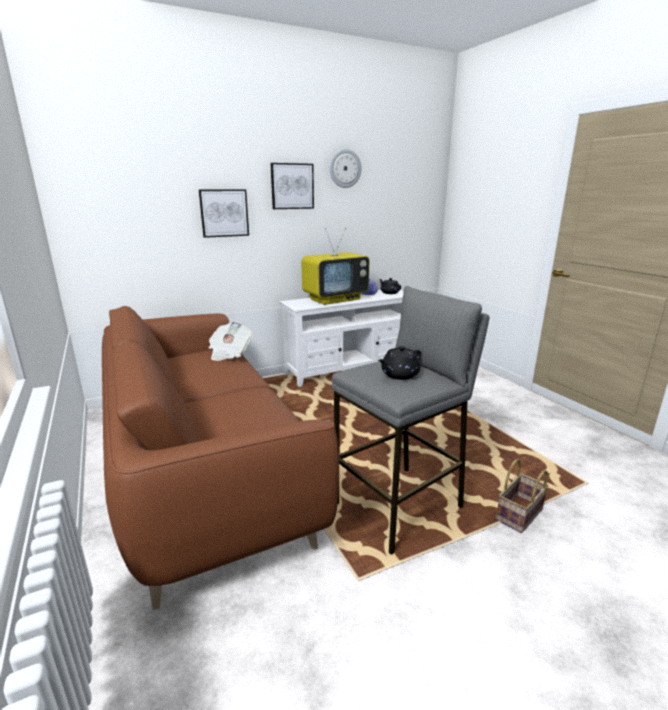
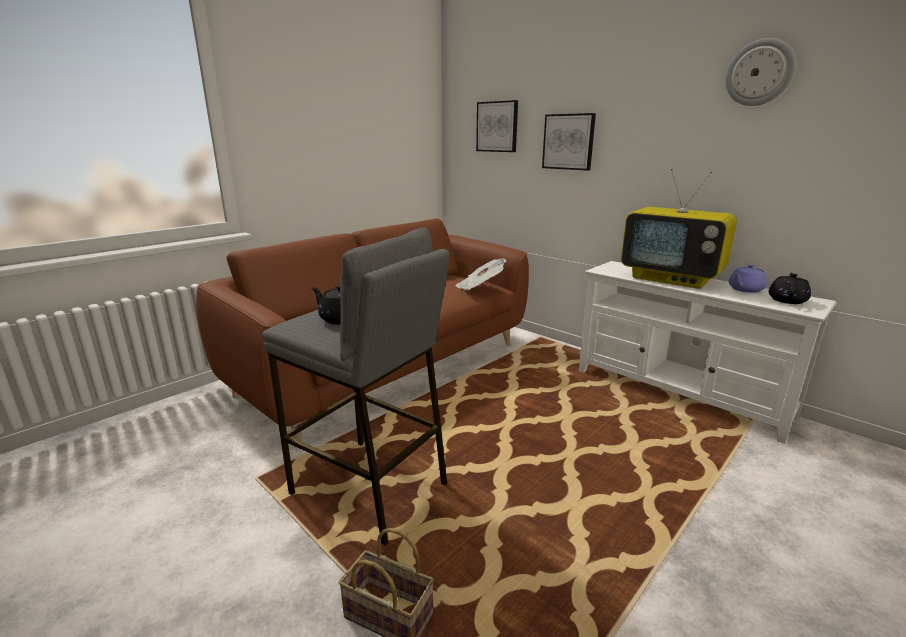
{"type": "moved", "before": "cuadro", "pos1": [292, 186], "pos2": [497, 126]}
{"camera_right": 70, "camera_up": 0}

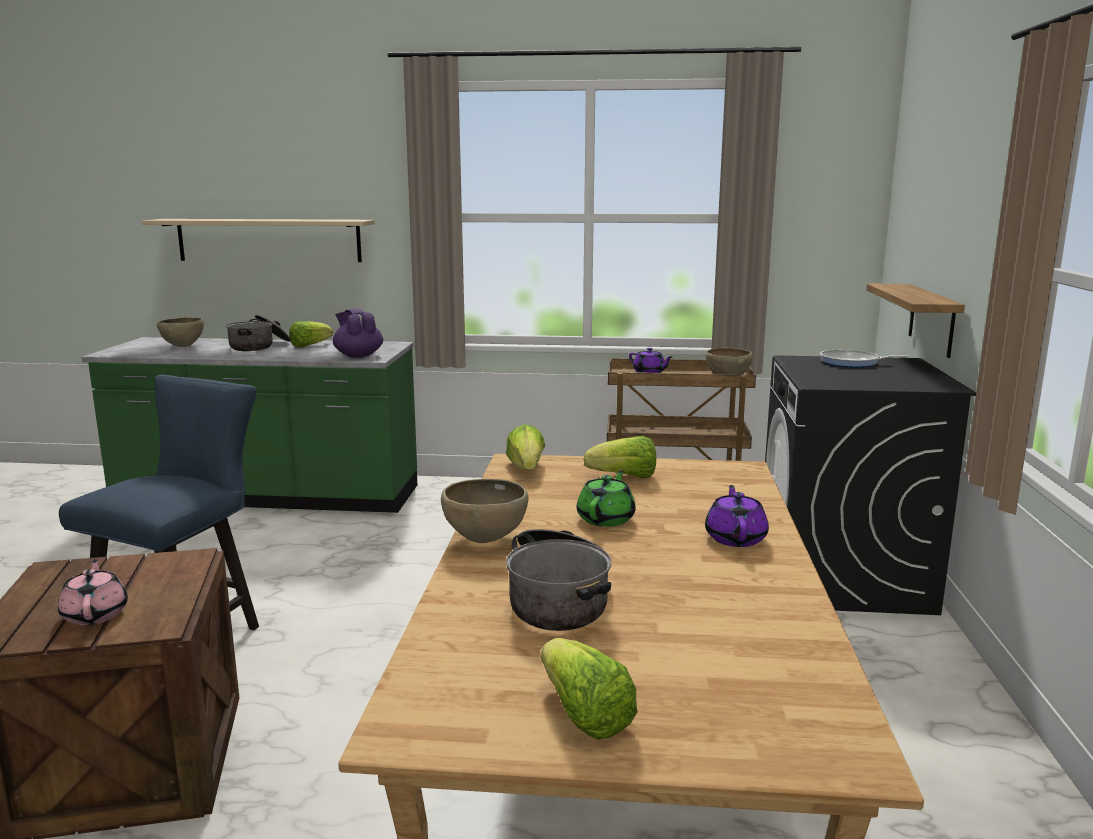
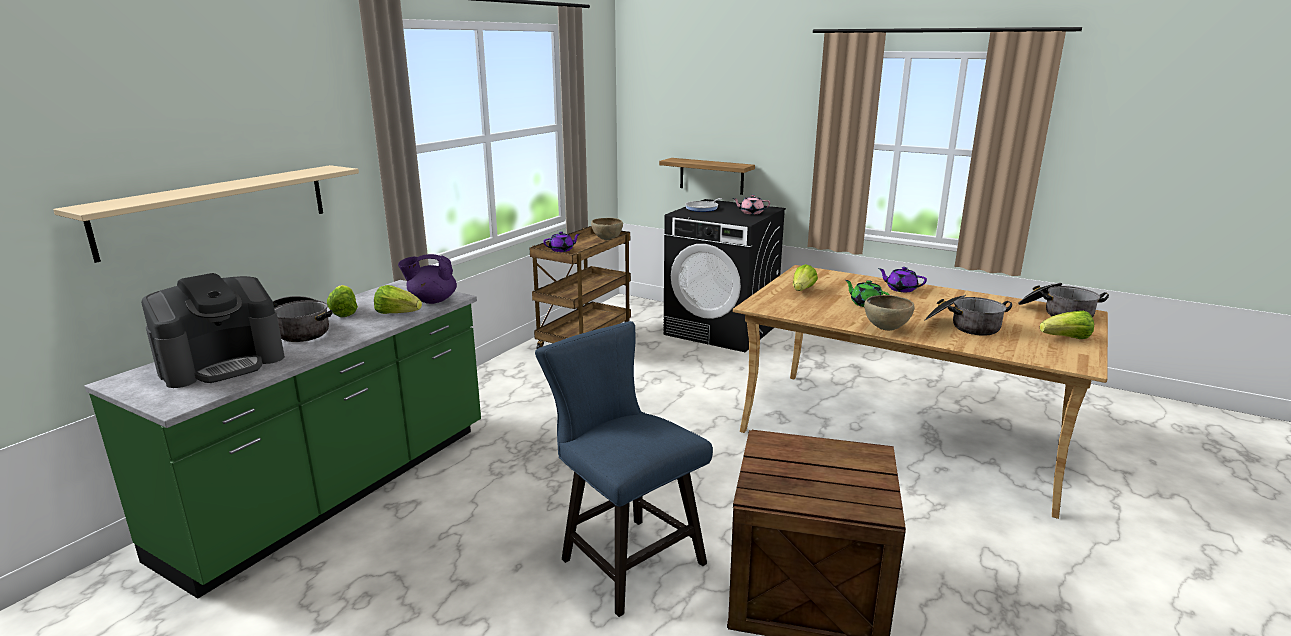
{"type": "replaced", "before": "cuenco/marrón", "after": "cafetera", "pos1": [183, 346], "pos2": [222, 363]}
{"type": "moved", "before": "lechuga", "pos1": [526, 468], "pos2": [397, 313]}
{"type": "moved", "before": "tetera/rosa", "pos1": [95, 614], "pos2": [751, 213]}
{"type": "added", "after": "olla", "pos2": [1057, 313]}
{"camera_right": -65, "camera_up": 5}

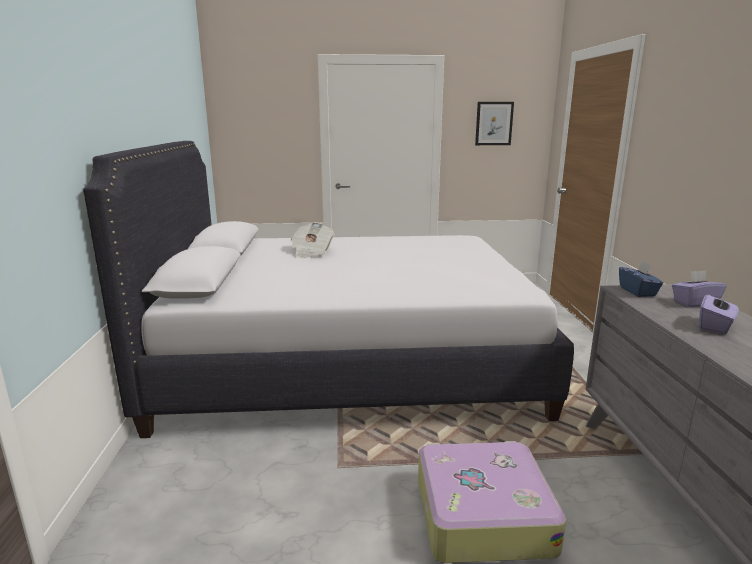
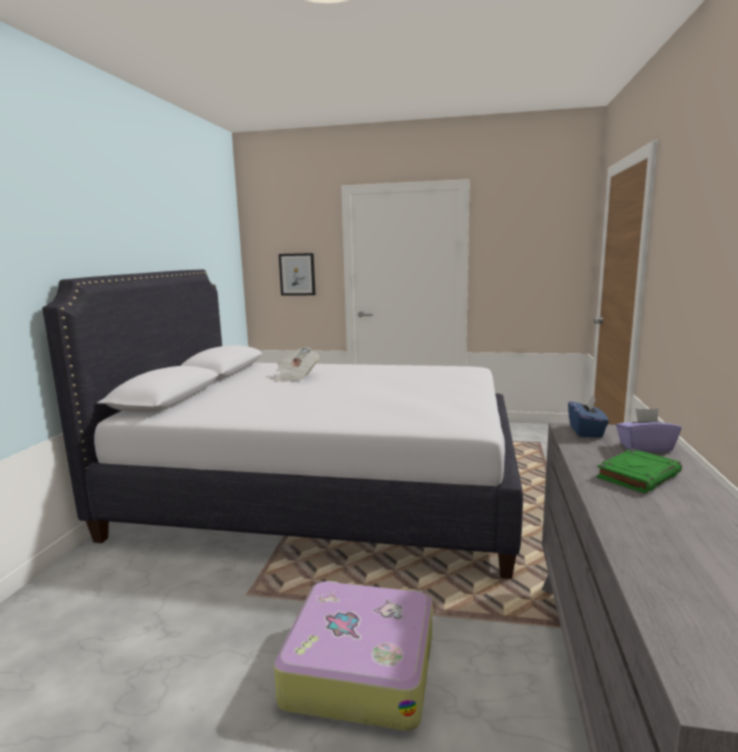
{"type": "moved", "before": "cuadro", "pos1": [494, 123], "pos2": [297, 274]}
{"type": "replaced", "before": "caja de pañuelos/morado", "after": "libro/verde", "pos1": [715, 326], "pos2": [638, 475]}
{"camera_right": 15, "camera_up": -5}

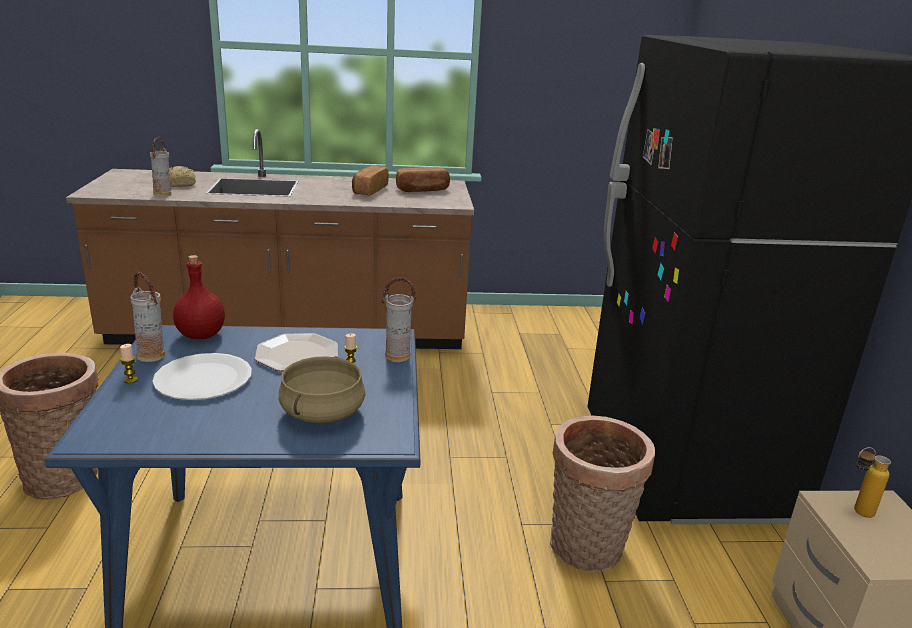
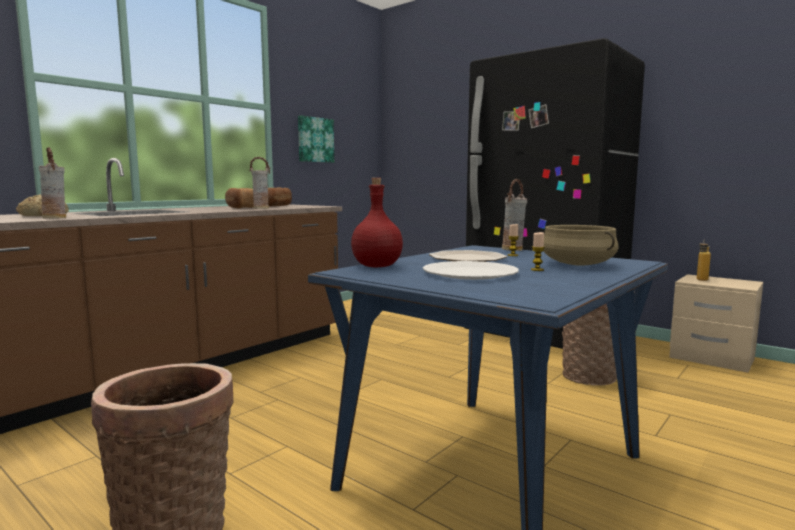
{"type": "moved", "before": "florero", "pos1": [152, 356], "pos2": [261, 209]}
{"type": "moved", "before": "vela", "pos1": [130, 380], "pos2": [537, 270]}
{"type": "added", "after": "cuadro", "pos2": [315, 140]}
{"camera_right": -45, "camera_up": -15}

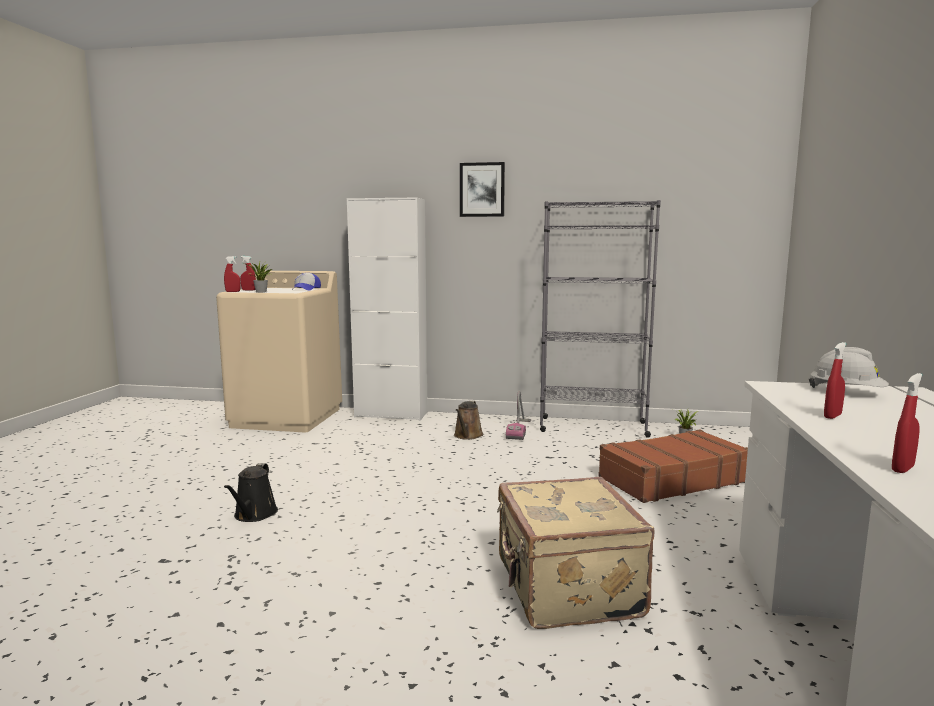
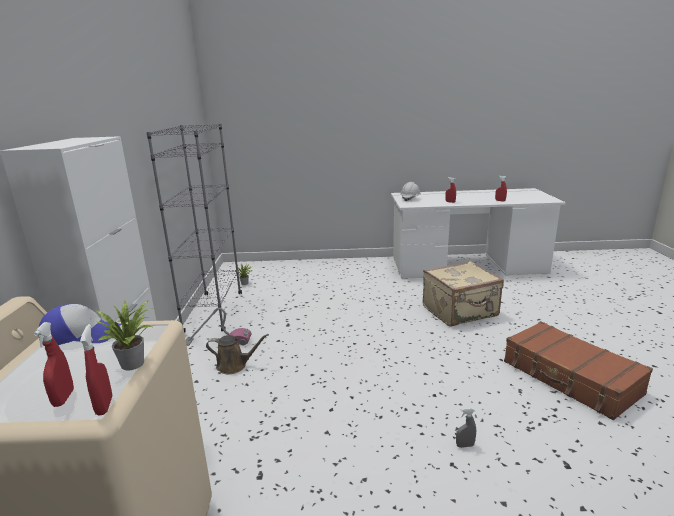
{"type": "removed", "before": "cuadro", "pos1": [482, 190]}
{"type": "moved", "before": "maleta/marrón", "pos1": [671, 479], "pos2": [570, 378]}
{"type": "replaced", "before": "regadera/negro", "after": "pulverizador/gris", "pos1": [254, 515], "pos2": [465, 445]}
{"camera_right": -100, "camera_up": 10}

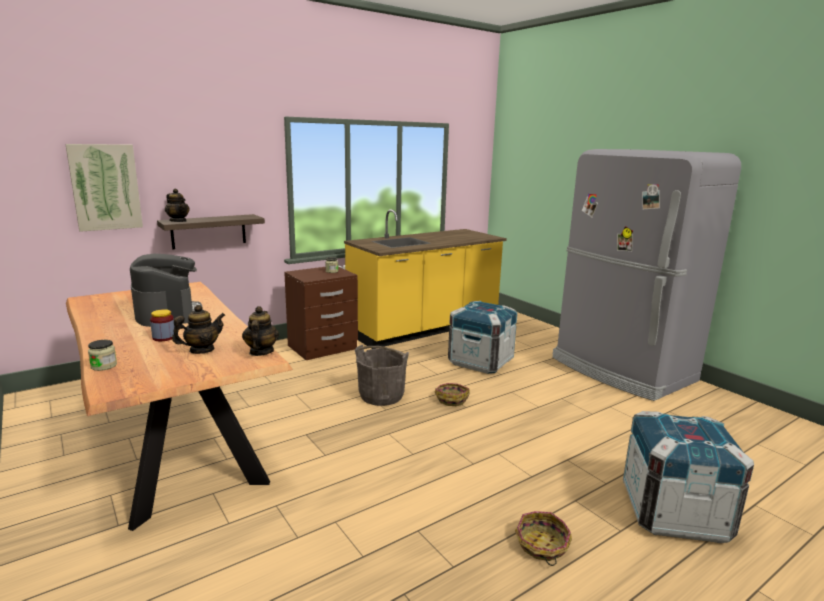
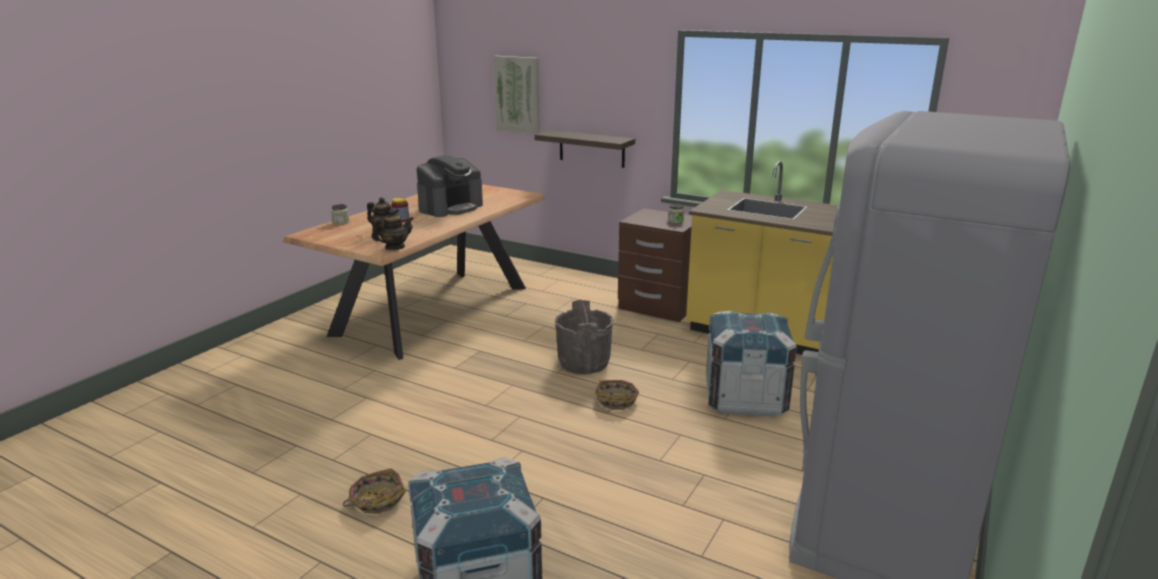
{"type": "removed", "before": "tetera", "pos1": [178, 221]}
{"camera_right": 65, "camera_up": 5}

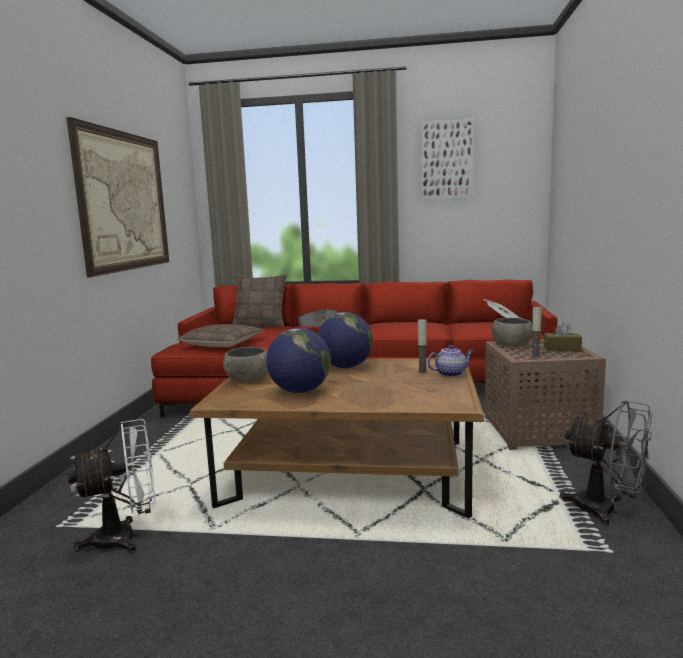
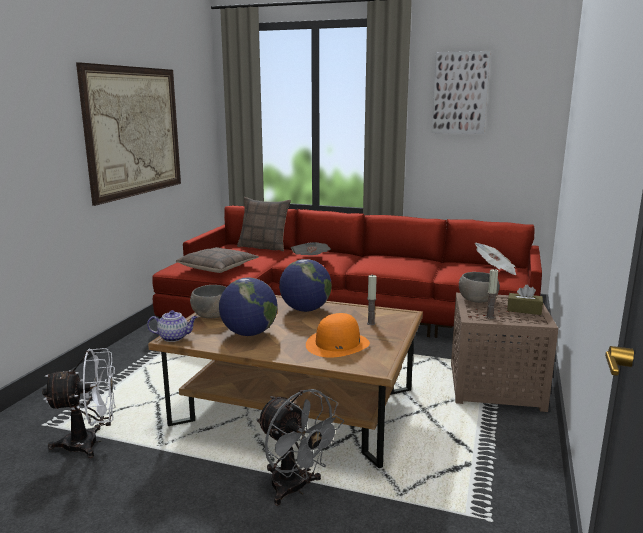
{"type": "moved", "before": "tetera", "pos1": [451, 373], "pos2": [174, 337]}
{"type": "moved", "before": "ventilador/gris", "pos1": [606, 510], "pos2": [295, 489]}
{"type": "added", "after": "sombrero/naranja", "pos2": [337, 344]}
{"camera_right": 10, "camera_up": 5}

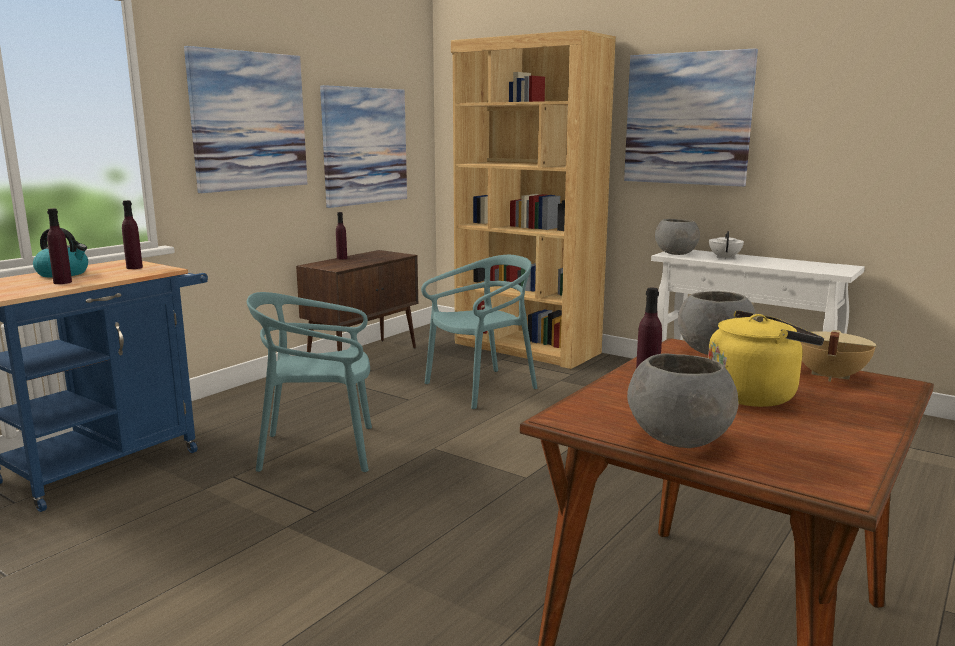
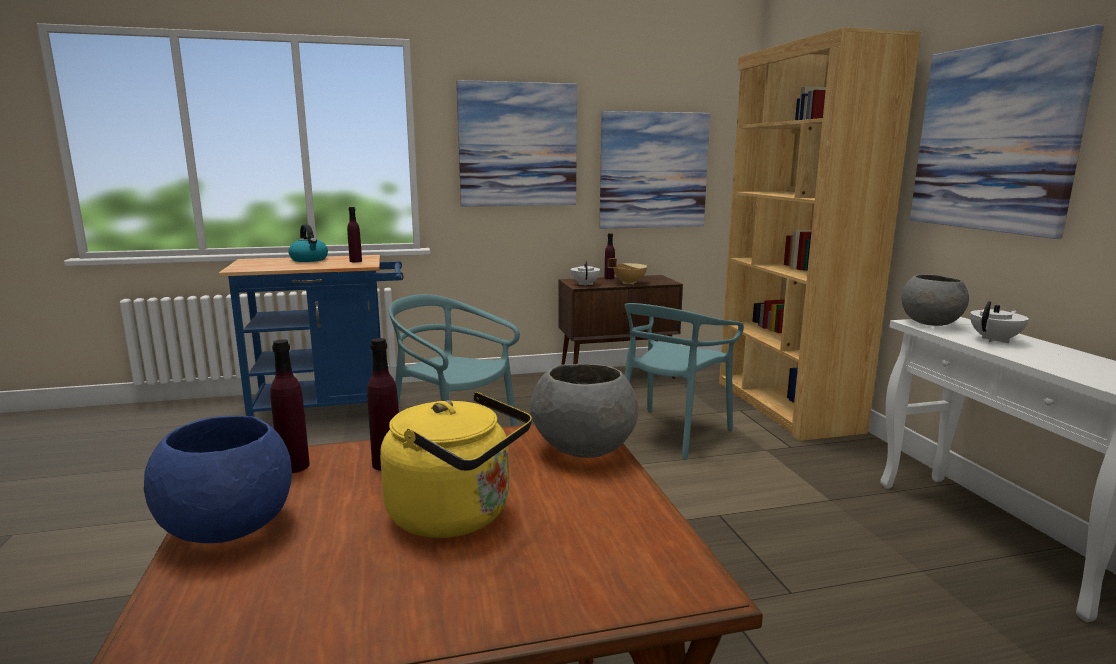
{"type": "moved", "before": "botella/morado", "pos1": [62, 282], "pos2": [294, 466]}
{"type": "turned", "before": "silla/turquesa", "pos1": [481, 388], "pos2": [671, 433], "turn": 120}
{"type": "moved", "before": "olla/beis", "pos1": [828, 376], "pos2": [629, 283]}
{"type": "recoloured", "before": "cuenco/gris", "after": "cuenco/azul", "pos1": [678, 441], "pos2": [228, 528]}
{"type": "added", "after": "tetera/blanco", "pos2": [585, 284]}
{"camera_right": 40, "camera_up": 0}

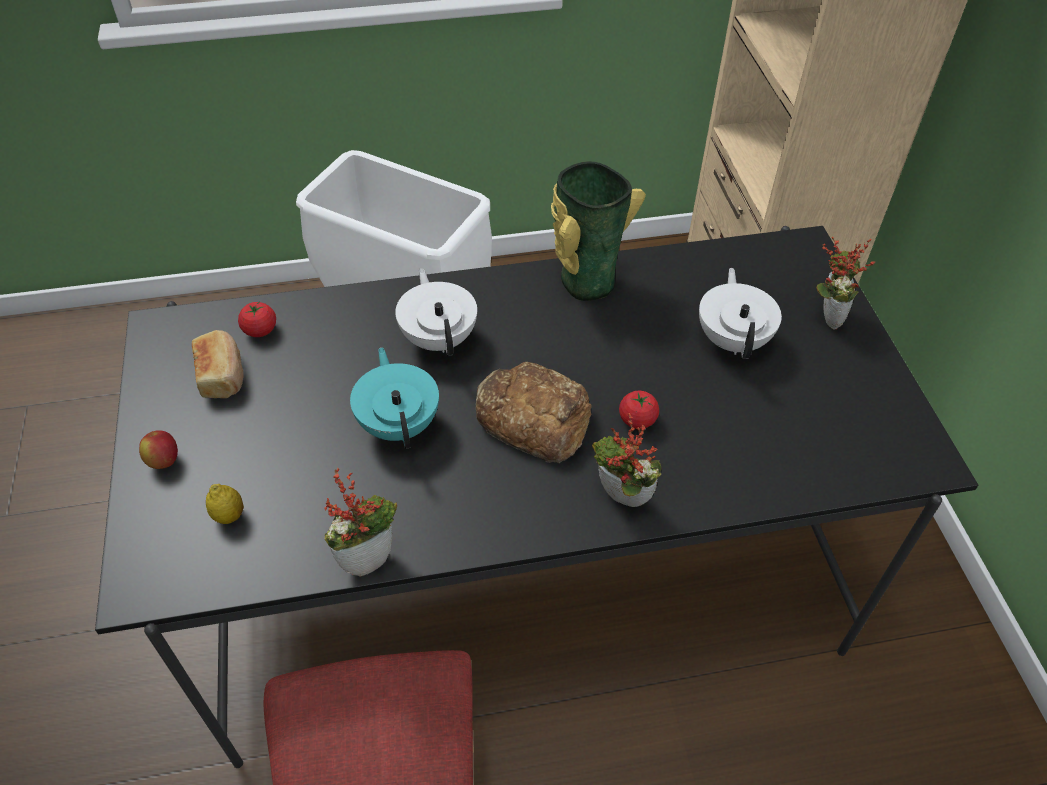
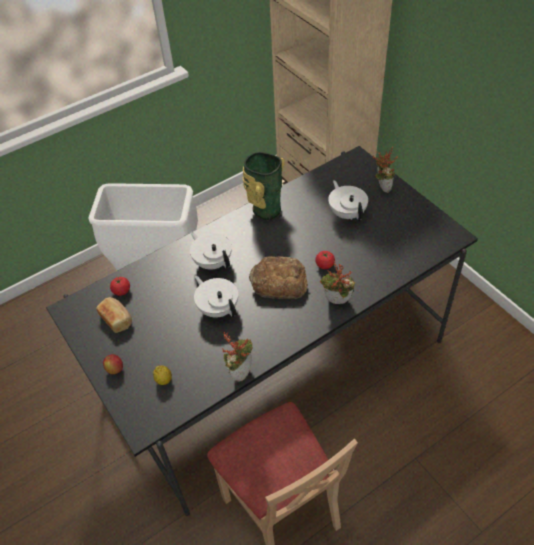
{"type": "recoloured", "before": "tetera/turquesa", "after": "tetera/blanco", "pos1": [399, 423], "pos2": [218, 308]}
{"camera_right": -20, "camera_up": 0}

